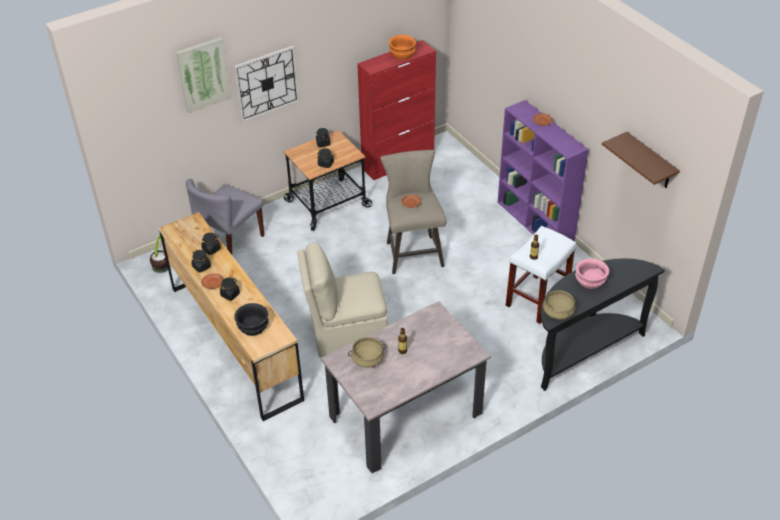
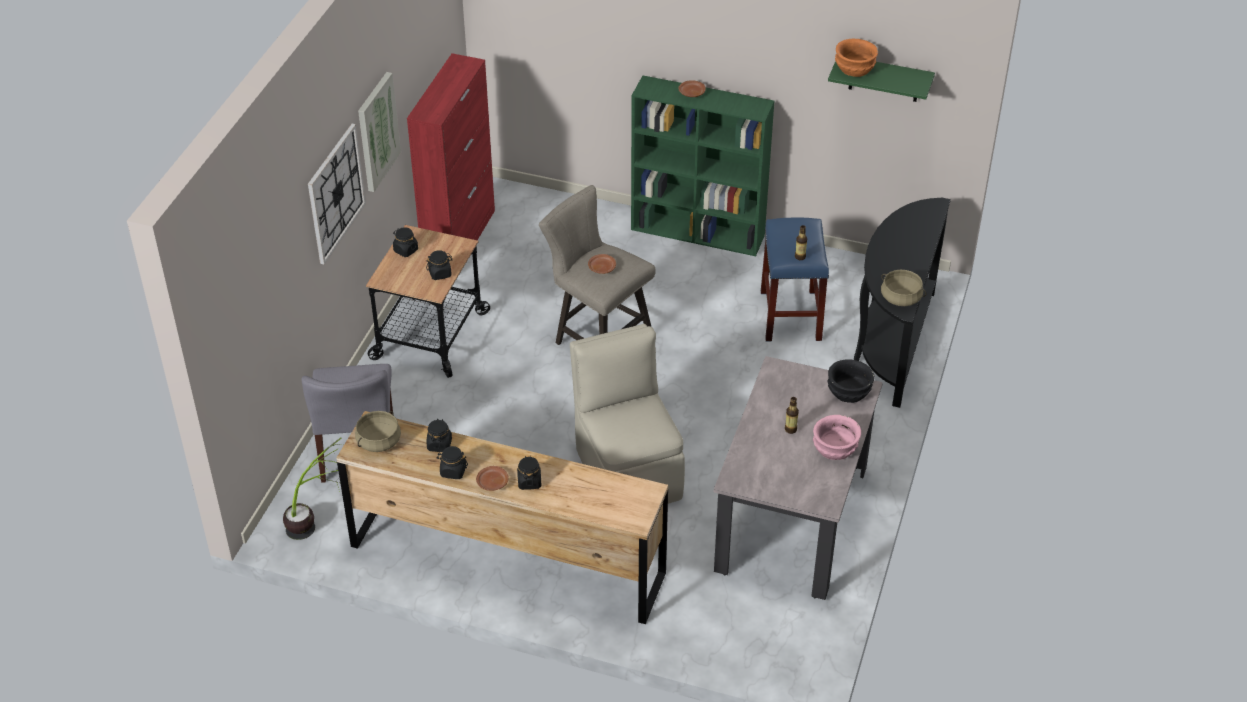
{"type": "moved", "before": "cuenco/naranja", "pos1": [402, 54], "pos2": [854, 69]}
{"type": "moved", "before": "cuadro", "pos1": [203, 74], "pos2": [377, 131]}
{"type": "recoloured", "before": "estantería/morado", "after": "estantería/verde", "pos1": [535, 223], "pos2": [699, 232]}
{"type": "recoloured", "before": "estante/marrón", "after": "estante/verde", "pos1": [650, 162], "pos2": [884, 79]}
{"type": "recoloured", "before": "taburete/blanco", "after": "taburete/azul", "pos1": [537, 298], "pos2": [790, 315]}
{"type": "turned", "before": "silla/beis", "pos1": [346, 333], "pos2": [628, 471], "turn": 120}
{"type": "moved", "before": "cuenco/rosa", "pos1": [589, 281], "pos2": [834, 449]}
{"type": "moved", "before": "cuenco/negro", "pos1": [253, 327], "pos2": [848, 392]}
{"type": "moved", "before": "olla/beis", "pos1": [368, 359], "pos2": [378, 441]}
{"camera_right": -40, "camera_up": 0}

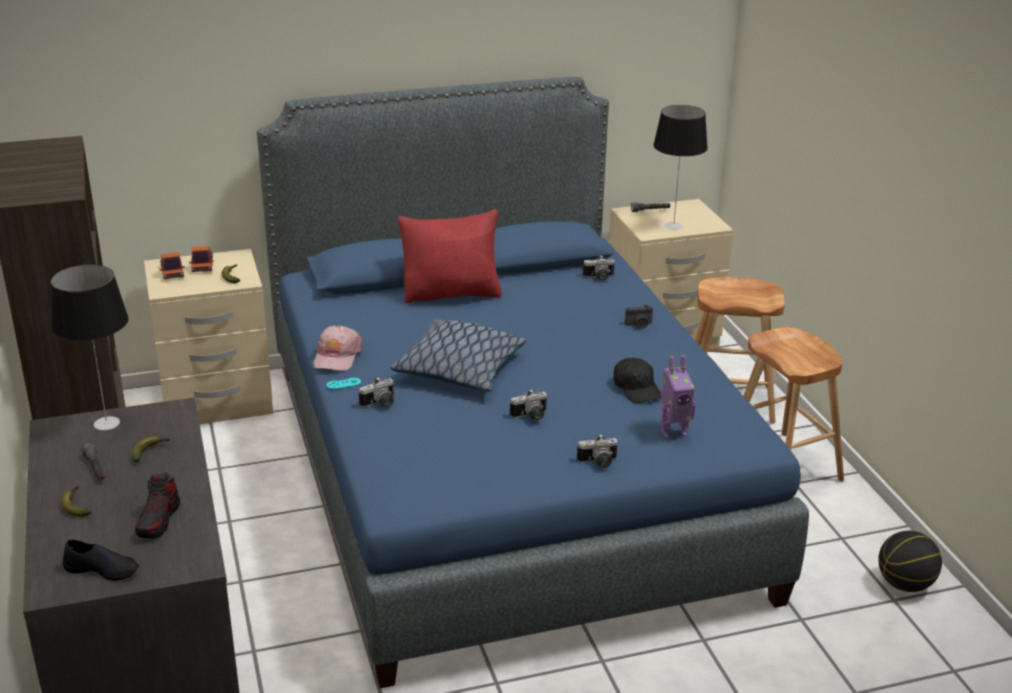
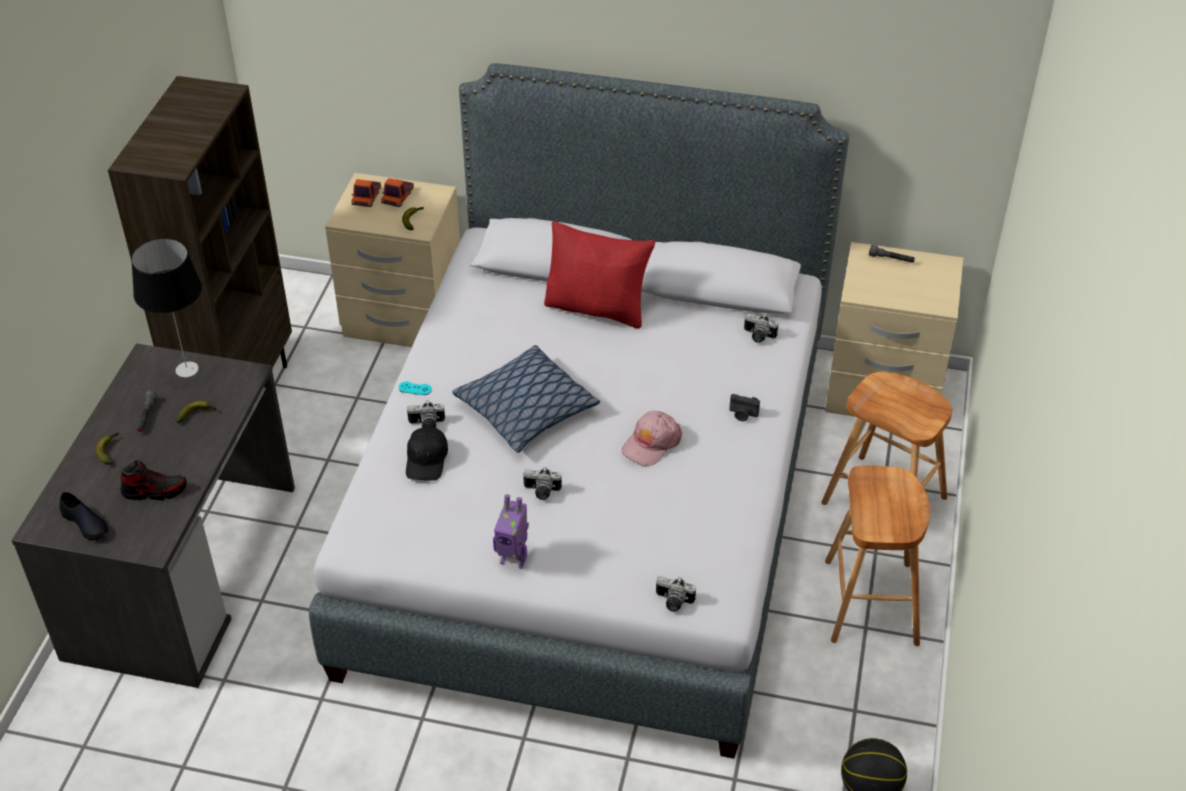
{"type": "recoloured", "before": "cama/azul", "after": "cama/gris", "pos1": [502, 474], "pos2": [591, 502]}
{"type": "removed", "before": "lámpara de mesa", "pos1": [673, 226]}
{"type": "moved", "before": "gorra/rosa", "pos1": [337, 356], "pos2": [651, 443]}
{"type": "moved", "before": "robot de juguete", "pos1": [673, 432], "pos2": [513, 559]}
{"type": "moved", "before": "gorra/negro", "pos1": [636, 388], "pos2": [427, 460]}
{"type": "moved", "before": "cámara", "pos1": [598, 463], "pos2": [673, 602]}
{"type": "turned", "before": "zapato", "pos1": [159, 520], "pos2": [155, 491], "turn": -135}
{"camera_right": 30, "camera_up": 15}

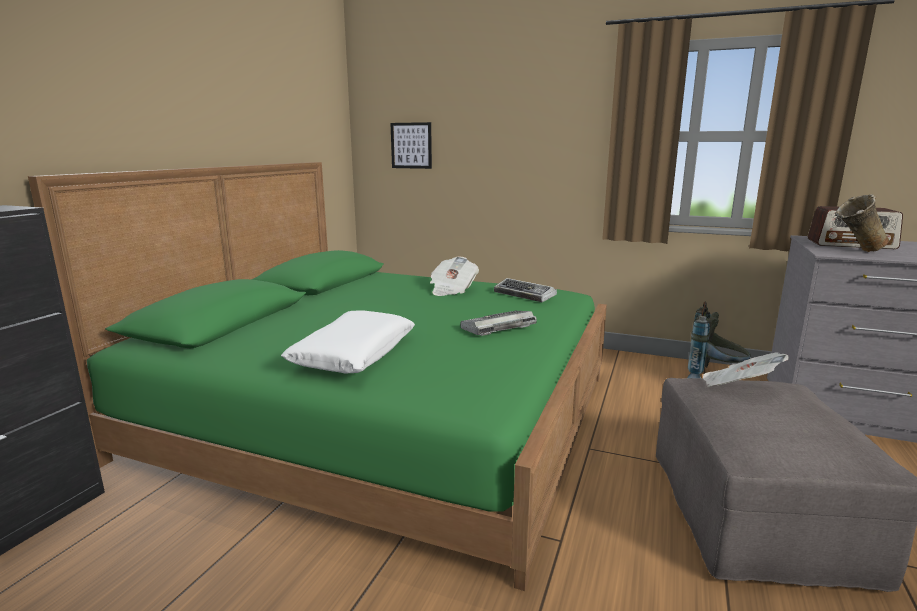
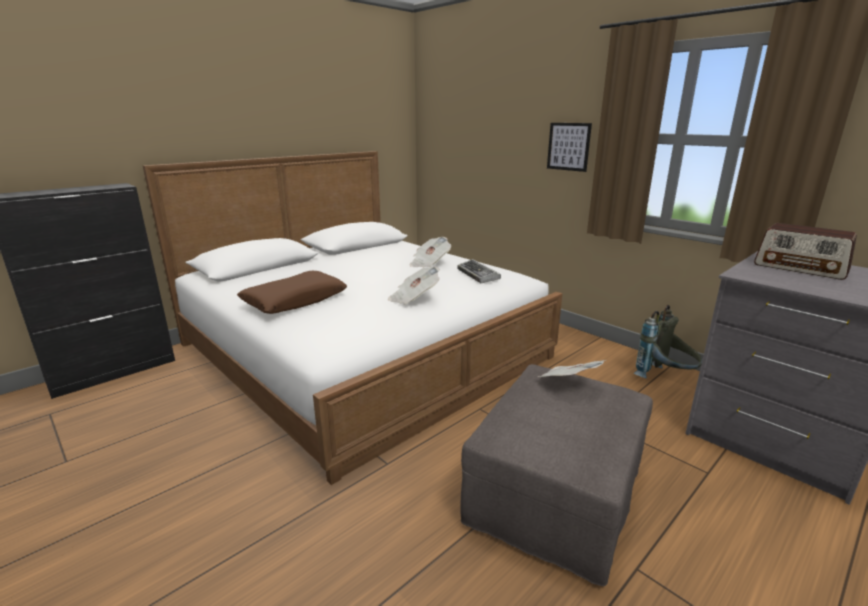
{"type": "moved", "before": "cuadro", "pos1": [411, 145], "pos2": [568, 146]}
{"type": "recoloured", "before": "cama/verde", "after": "cama/blanco", "pos1": [385, 414], "pos2": [363, 350]}
{"type": "removed", "before": "florero/beis", "pos1": [856, 251]}
{"type": "recoloured", "before": "cojín/blanco", "after": "cojín/marrón", "pos1": [354, 354], "pos2": [294, 301]}
{"type": "replaced", "before": "teclado", "after": "periódico", "pos1": [497, 328], "pos2": [414, 298]}
{"camera_right": 25, "camera_up": 5}

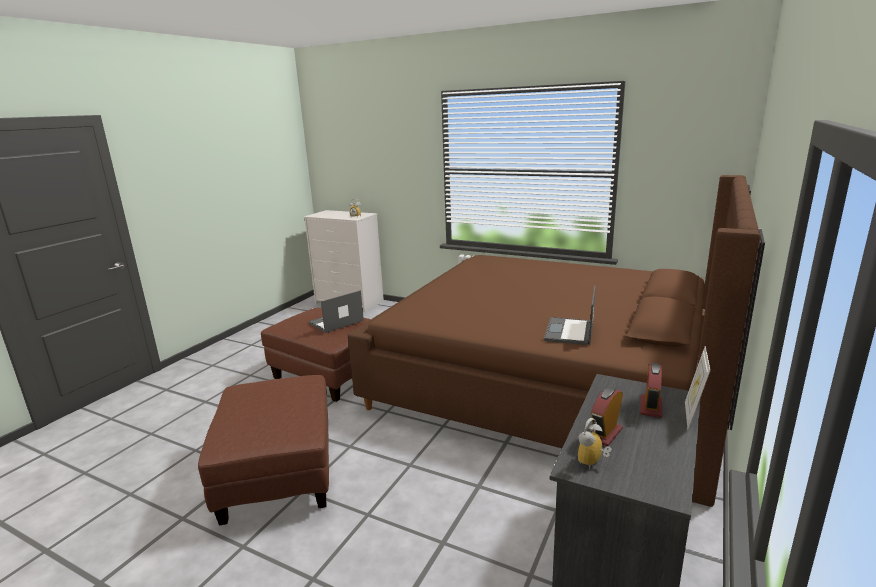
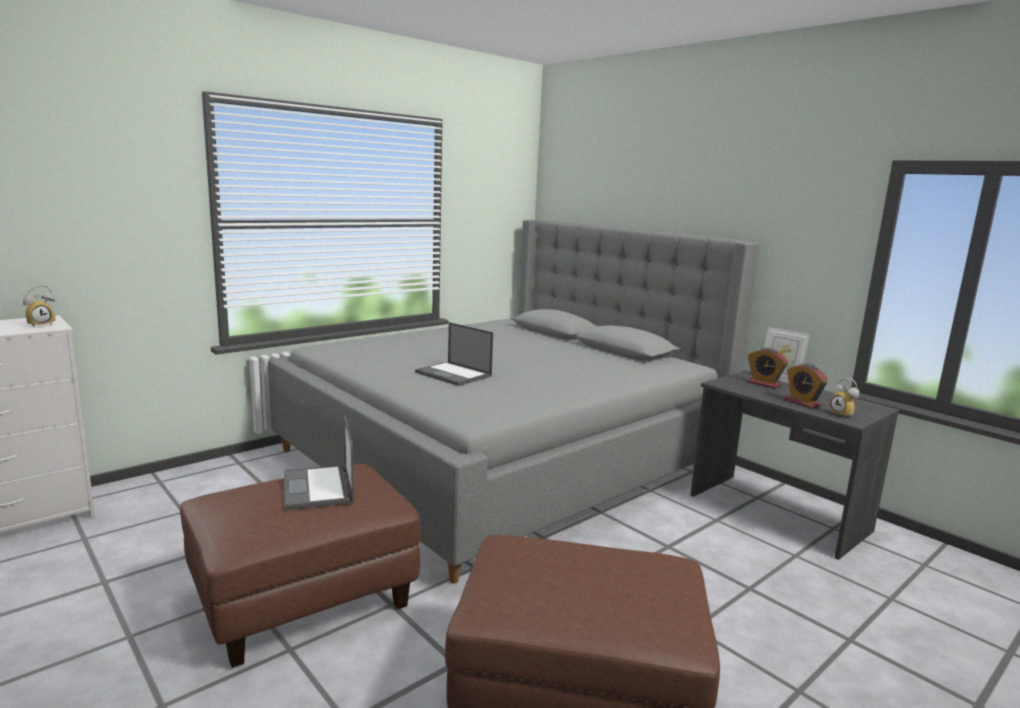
{"type": "recoloured", "before": "cama/marrón", "after": "cama/gris", "pos1": [552, 381], "pos2": [505, 457]}
{"type": "moved", "before": "portátil", "pos1": [569, 332], "pos2": [454, 374]}
{"camera_right": -70, "camera_up": -5}

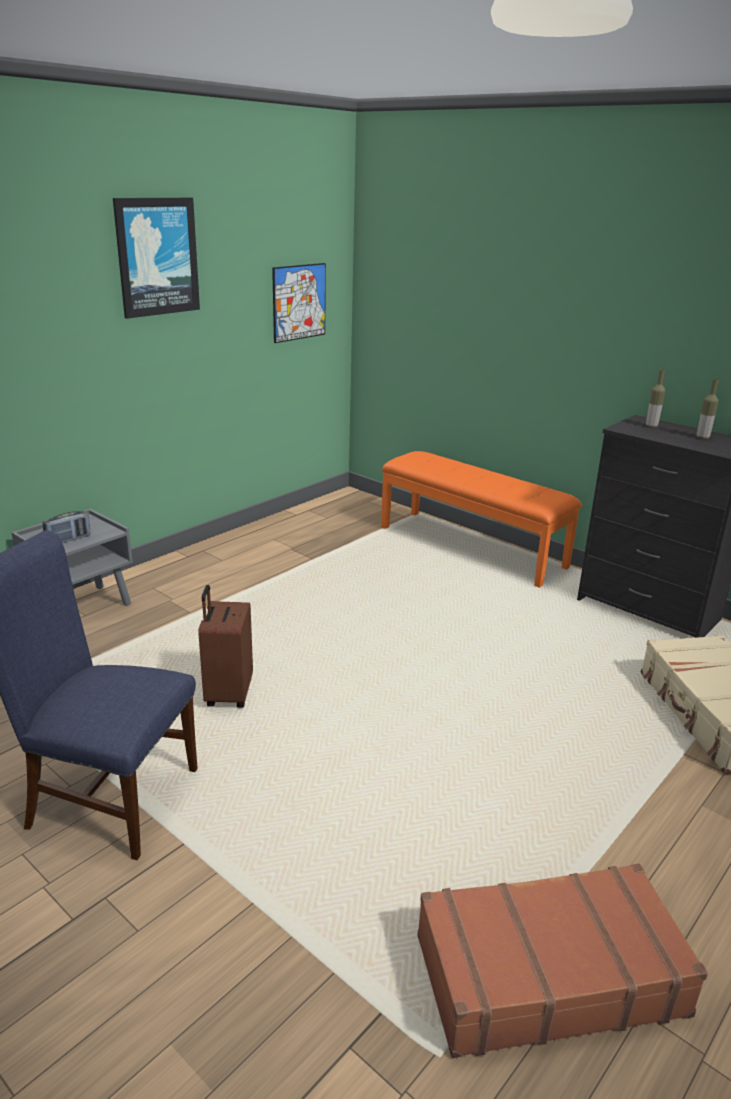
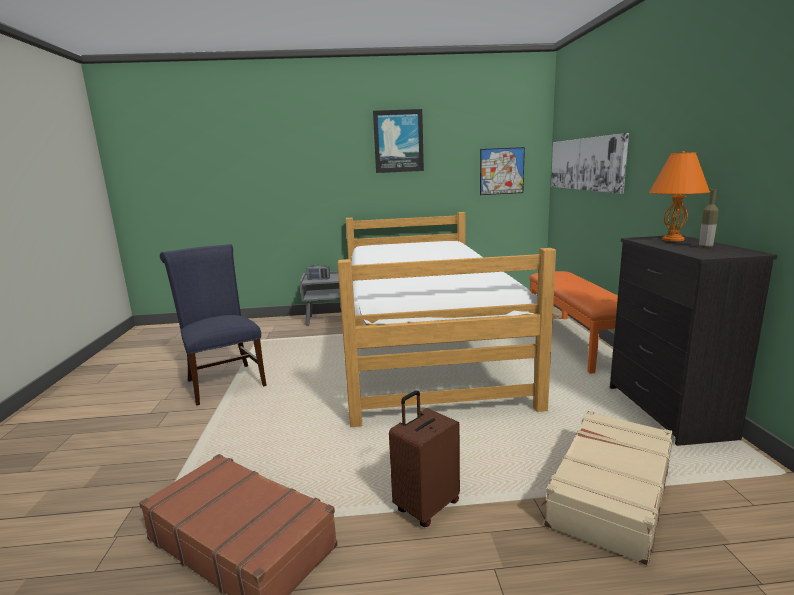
{"type": "replaced", "before": "botella", "after": "lámpara de mesa/naranja", "pos1": [651, 426], "pos2": [672, 239]}
{"type": "moved", "before": "maleta/marrón", "pos1": [227, 694], "pos2": [426, 506]}
{"type": "added", "after": "cuadro", "pos2": [585, 164]}
{"type": "added", "after": "cama", "pos2": [424, 348]}
{"camera_right": 45, "camera_up": -10}

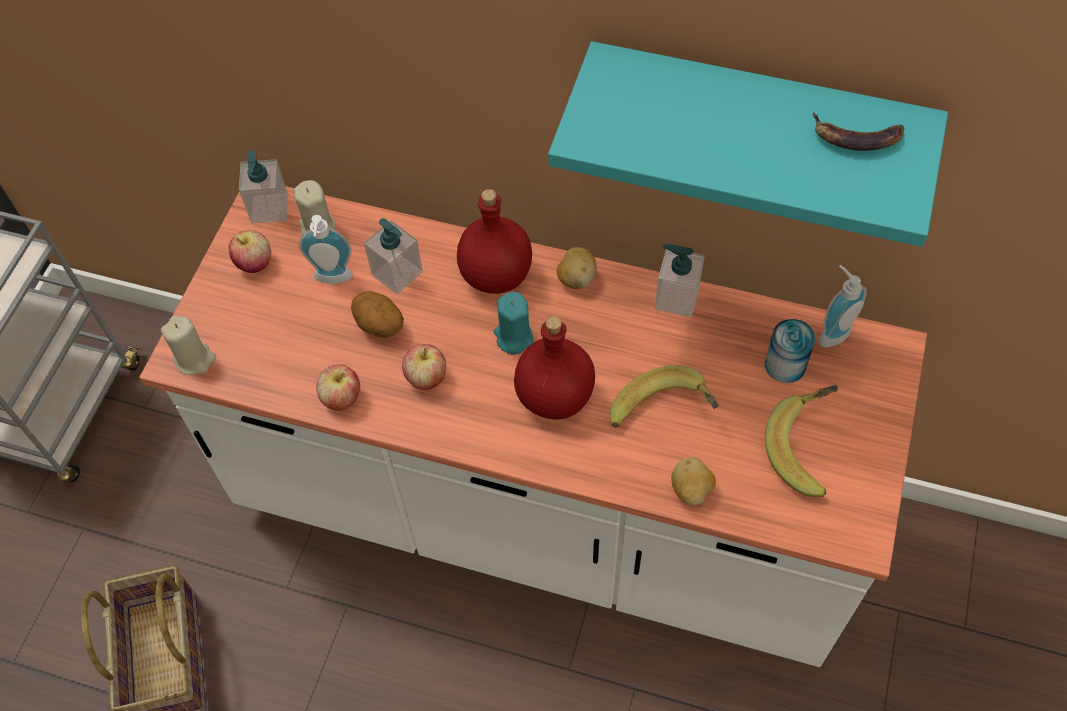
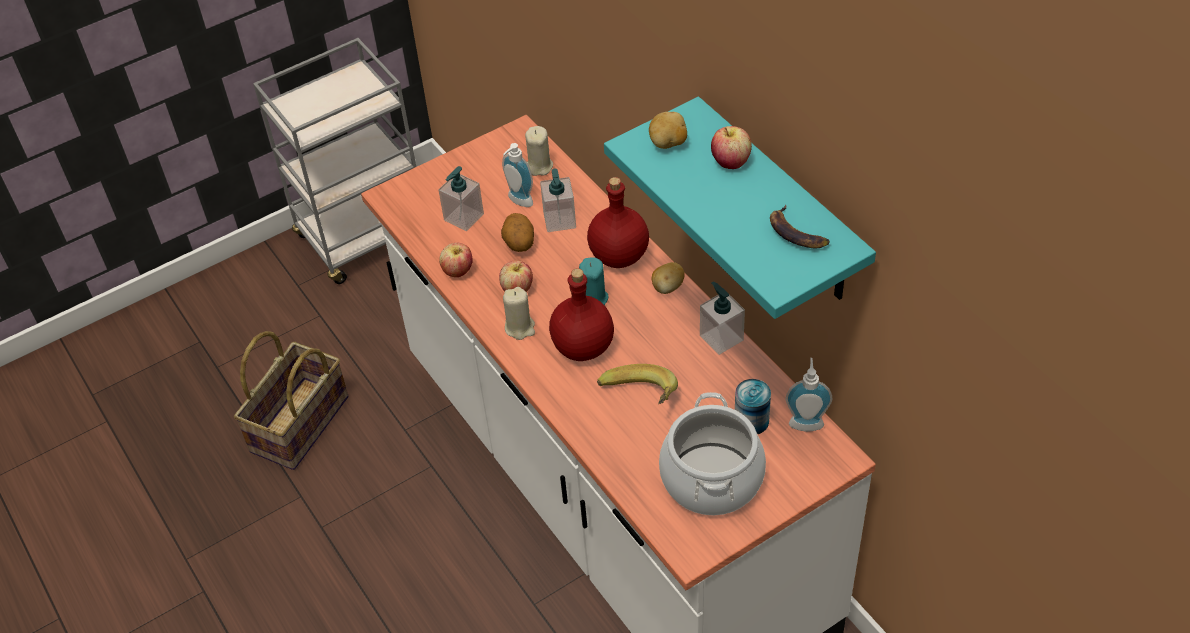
{"type": "moved", "before": "dispensador de jabón", "pos1": [269, 208], "pos2": [463, 217]}
{"type": "moved", "before": "manzana", "pos1": [255, 263], "pos2": [730, 162]}
{"type": "moved", "before": "vela/beis", "pos1": [194, 359], "pos2": [520, 327]}
{"type": "replaced", "before": "plátano", "after": "olla", "pos1": [808, 449], "pos2": [712, 478]}
{"type": "moved", "before": "patata", "pos1": [691, 490], "pos2": [668, 143]}
{"camera_right": 40, "camera_up": -10}

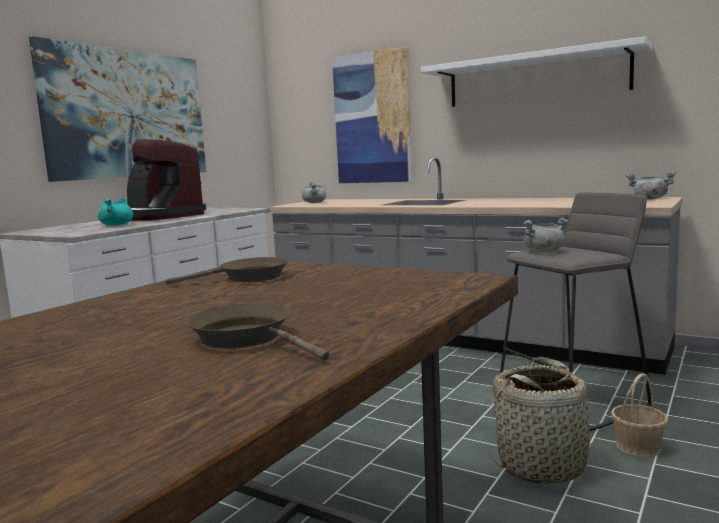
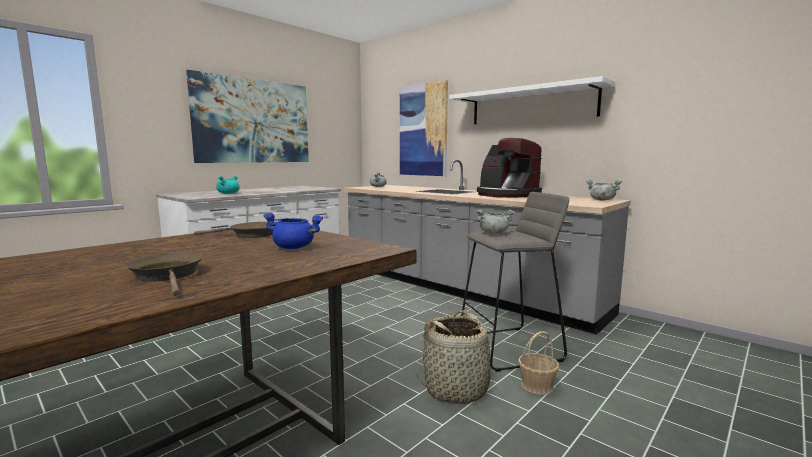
{"type": "moved", "before": "cafetera", "pos1": [160, 216], "pos2": [506, 195]}
{"type": "added", "after": "olla/azul", "pos2": [295, 248]}
{"camera_right": 10, "camera_up": 0}

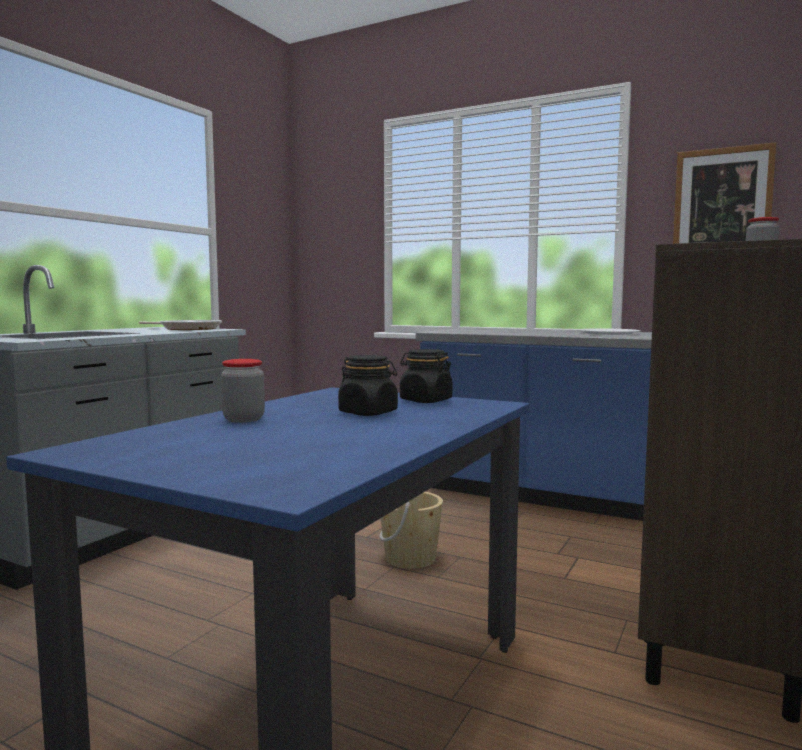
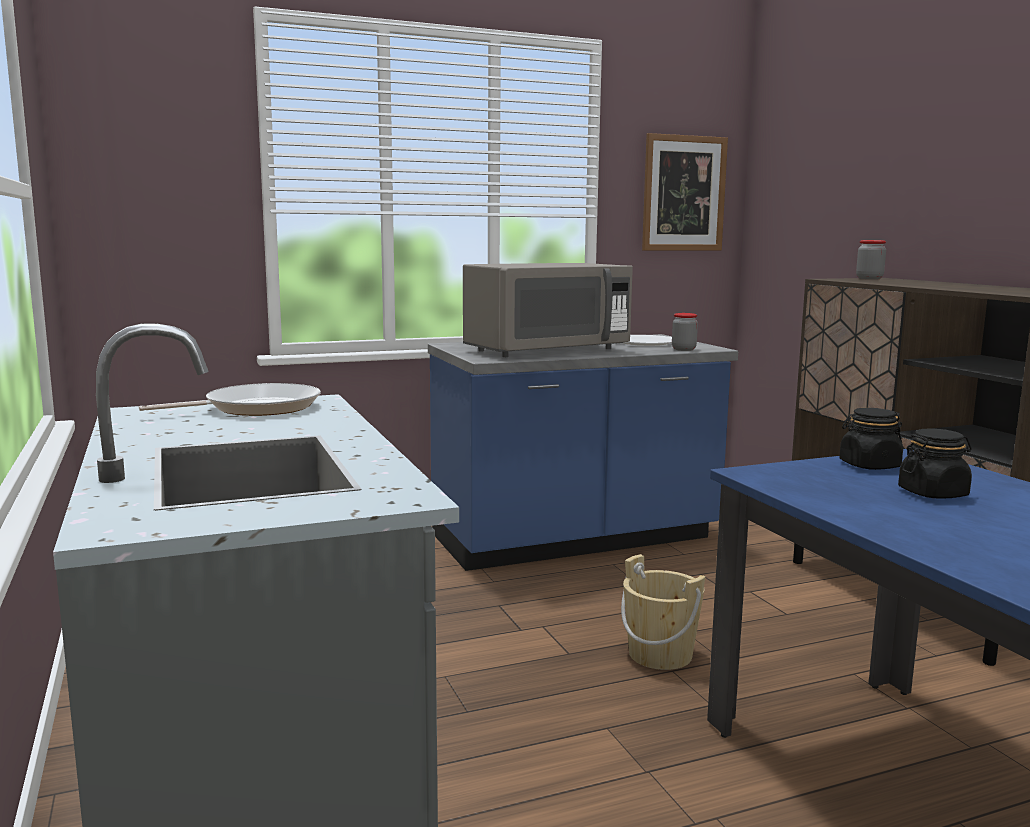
{"type": "moved", "before": "tarro", "pos1": [243, 419], "pos2": [683, 349]}
{"type": "added", "after": "microondas/gris", "pos2": [546, 351]}
{"camera_right": -50, "camera_up": 5}

